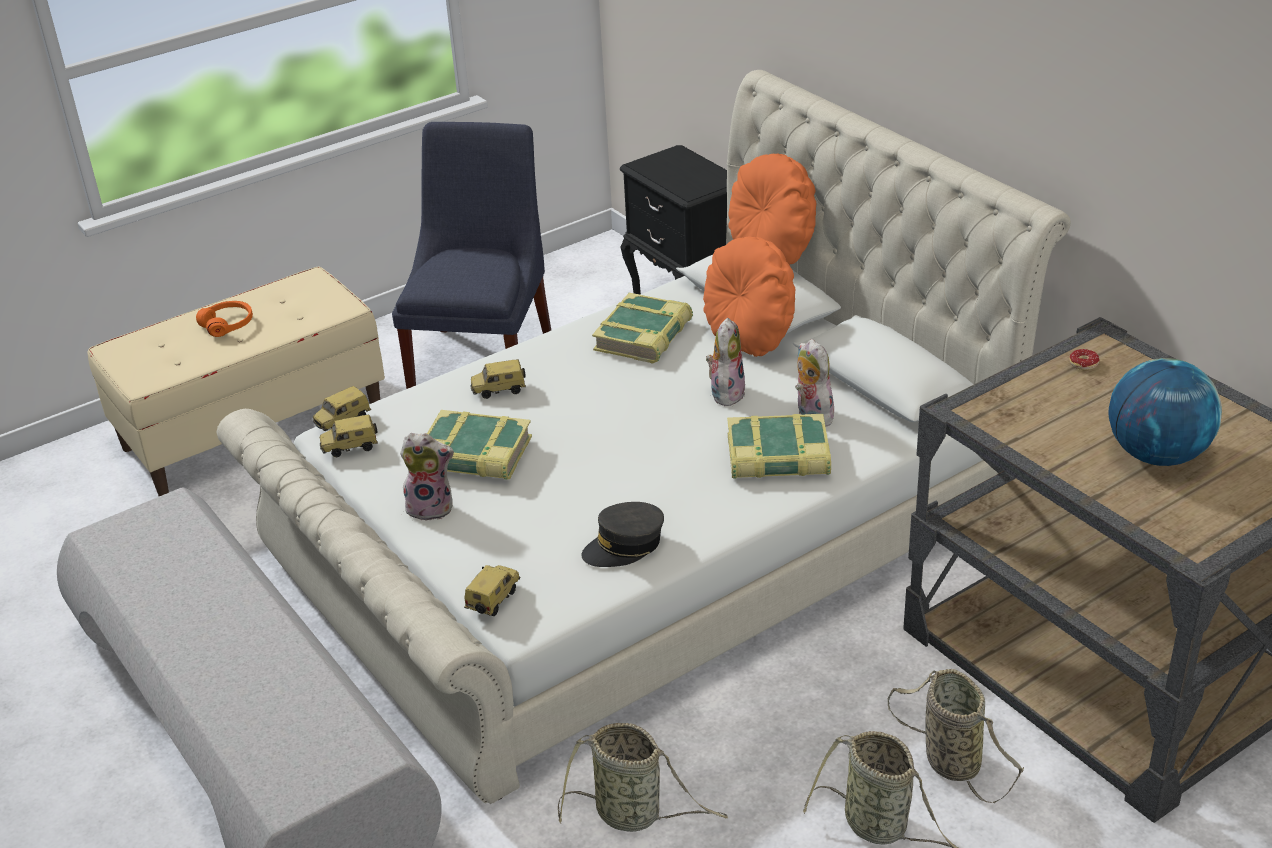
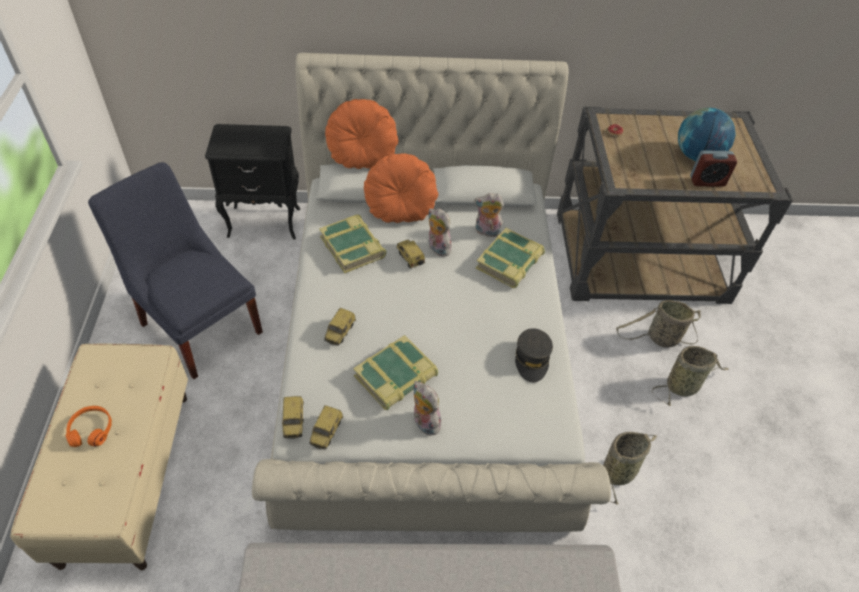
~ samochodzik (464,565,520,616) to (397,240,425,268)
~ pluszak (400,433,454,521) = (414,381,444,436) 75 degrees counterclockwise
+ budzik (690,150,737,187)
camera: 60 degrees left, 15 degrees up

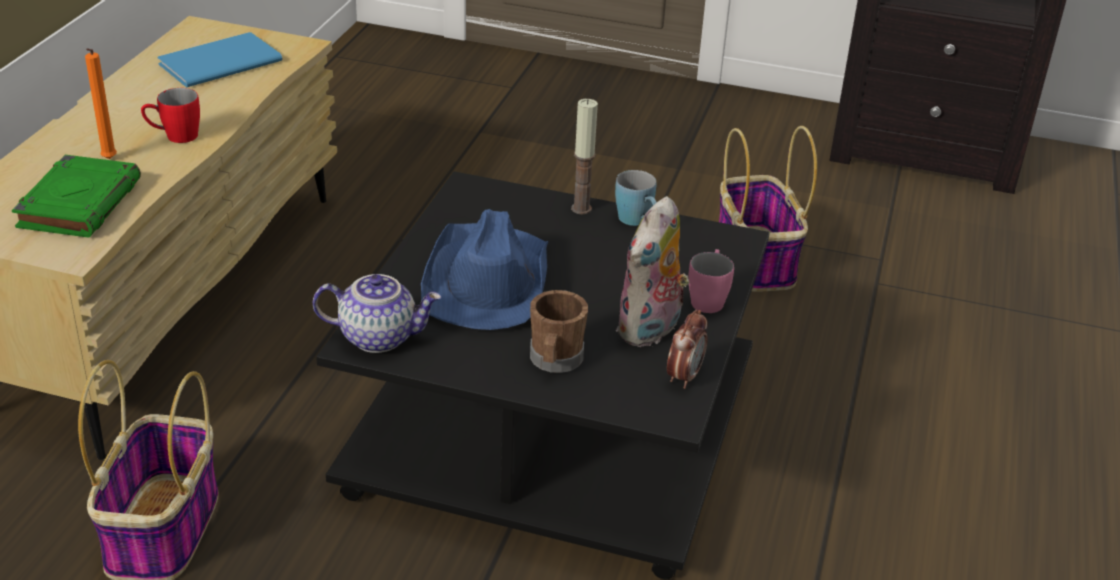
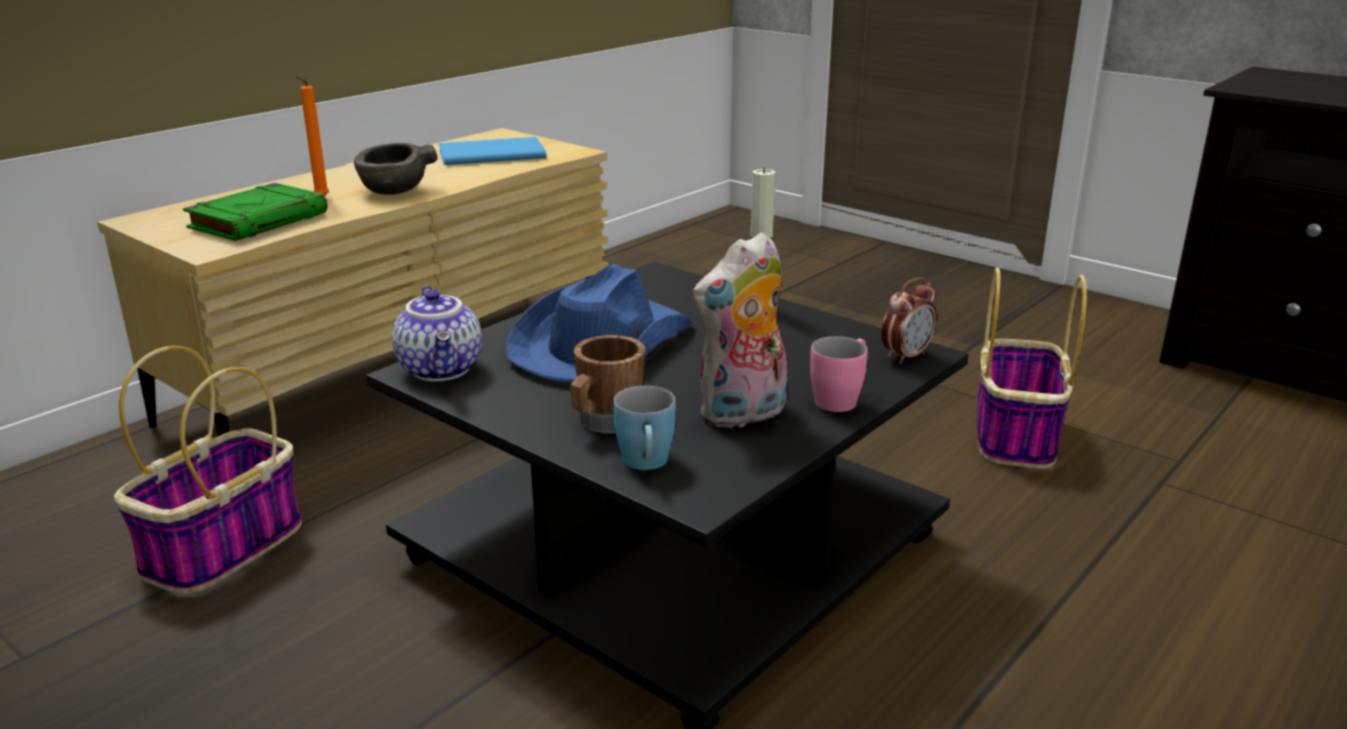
~ kubek [czerwony] (141,88,200,143) to miska [szary] (354,143,438,195)
~ imbryk (313,274,442,353) = (392,286,482,381) 45 degrees clockwise
~ kubek [niebieski] (615,170,657,226) to (613,386,676,470)
~ budzik (667,310,708,389) to (881,277,937,364)
camera: 25 degrees right, 10 degrees down

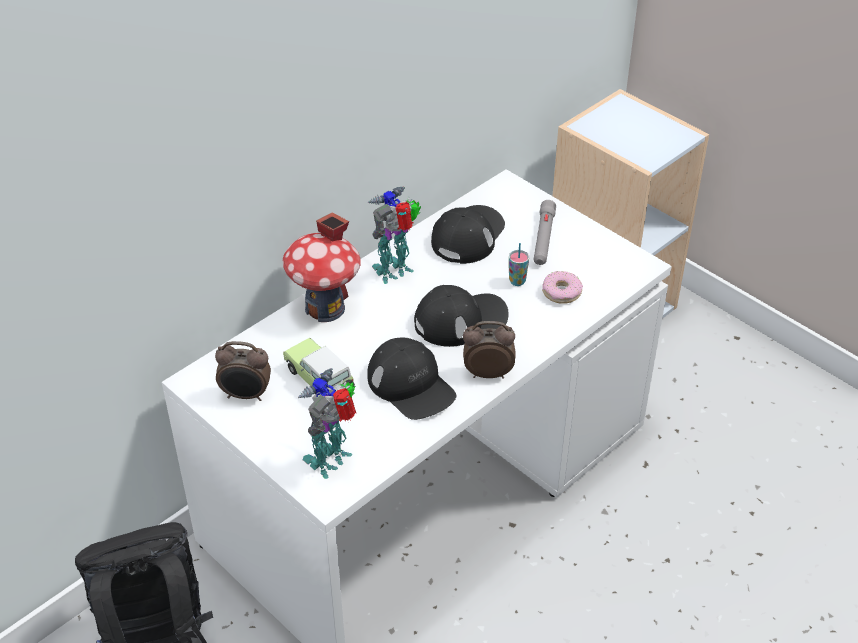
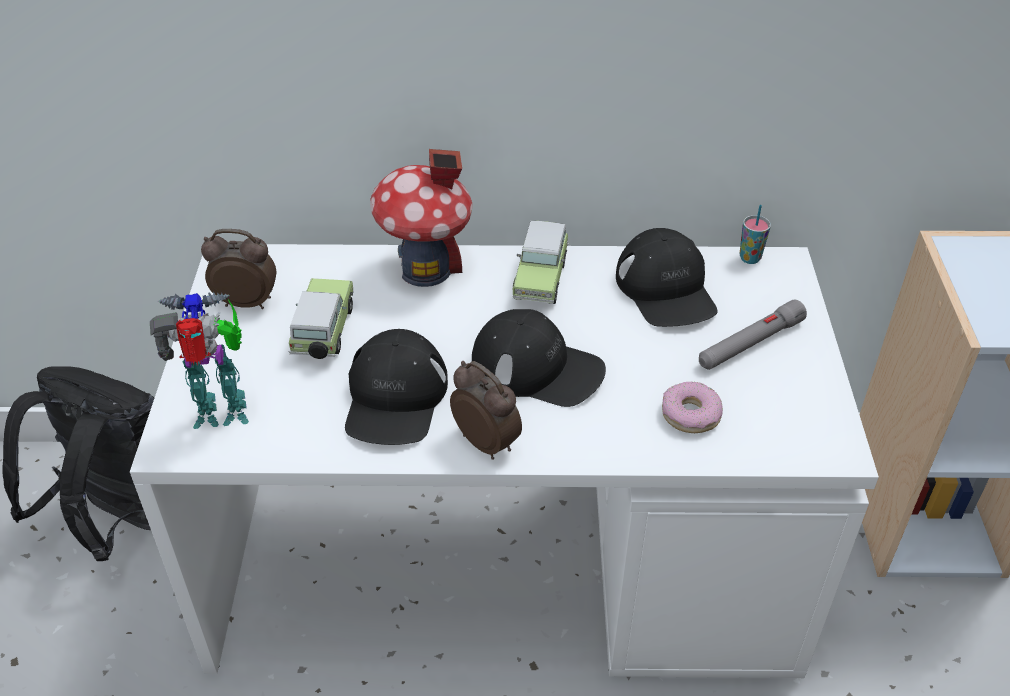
~ budzik (215,341,271,401) = (201,229,276,309) 135 degrees clockwise
~ robot zabawkowy (368,187,421,284) to samochodzik (513,220,569,304)
~ czapka z daszkiem [czarny] (431,205,505,264) = (616,228,718,327) 90 degrees clockwise
~ filiżanka (509,243,529,286) to (740,205,771,264)
camera: 45 degrees right, 0 degrees up

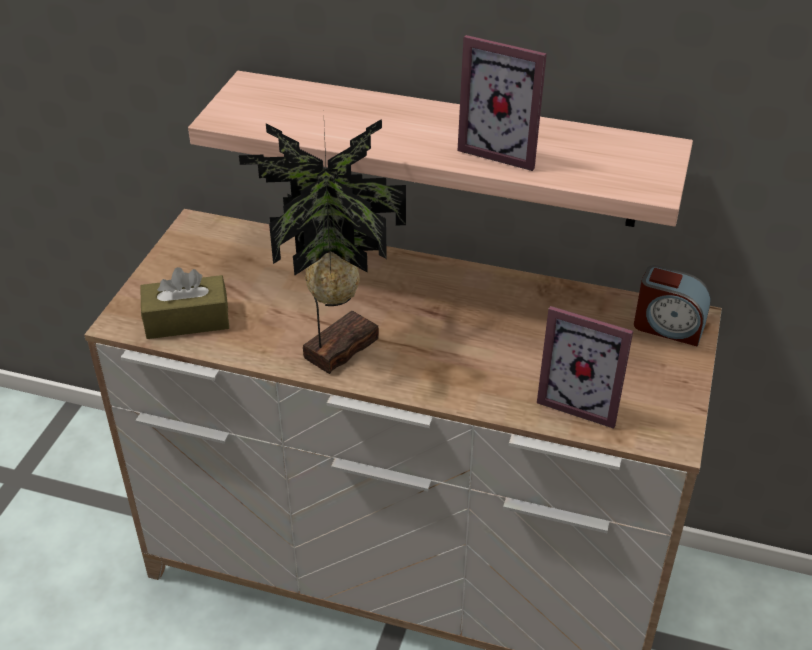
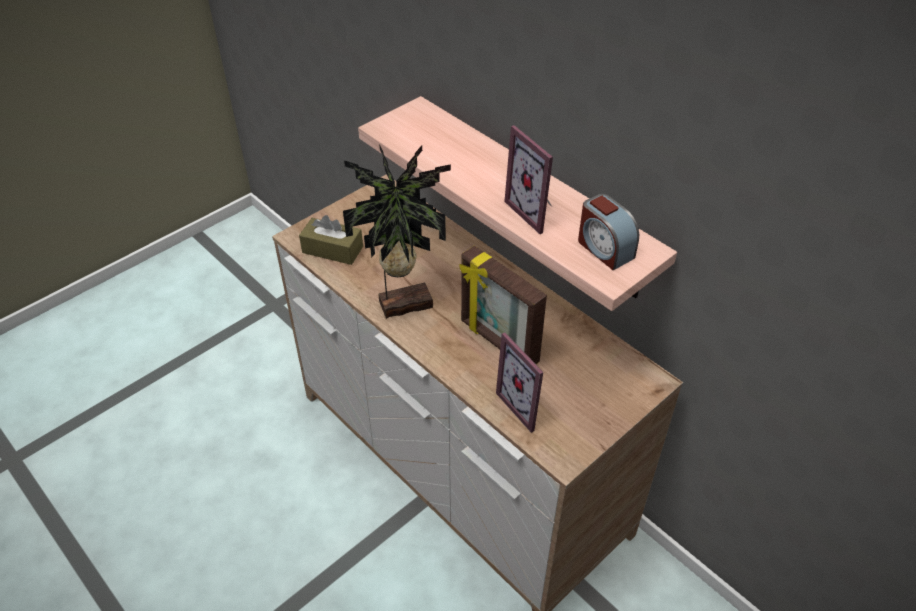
+ ramka na zdjęcie (459,246,547,364)
~ budzik (634,265,711,346) to (578,194,639,270)
camera: 30 degrees right, 5 degrees up

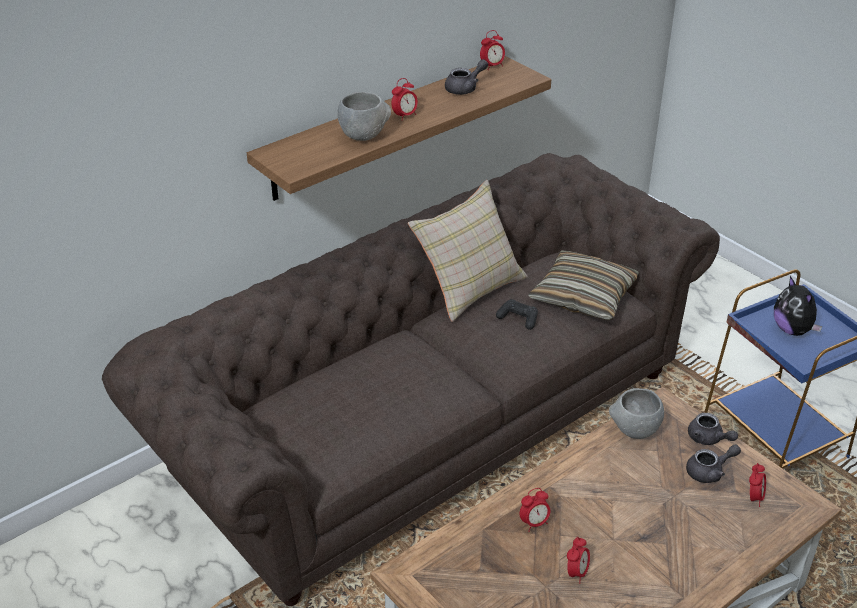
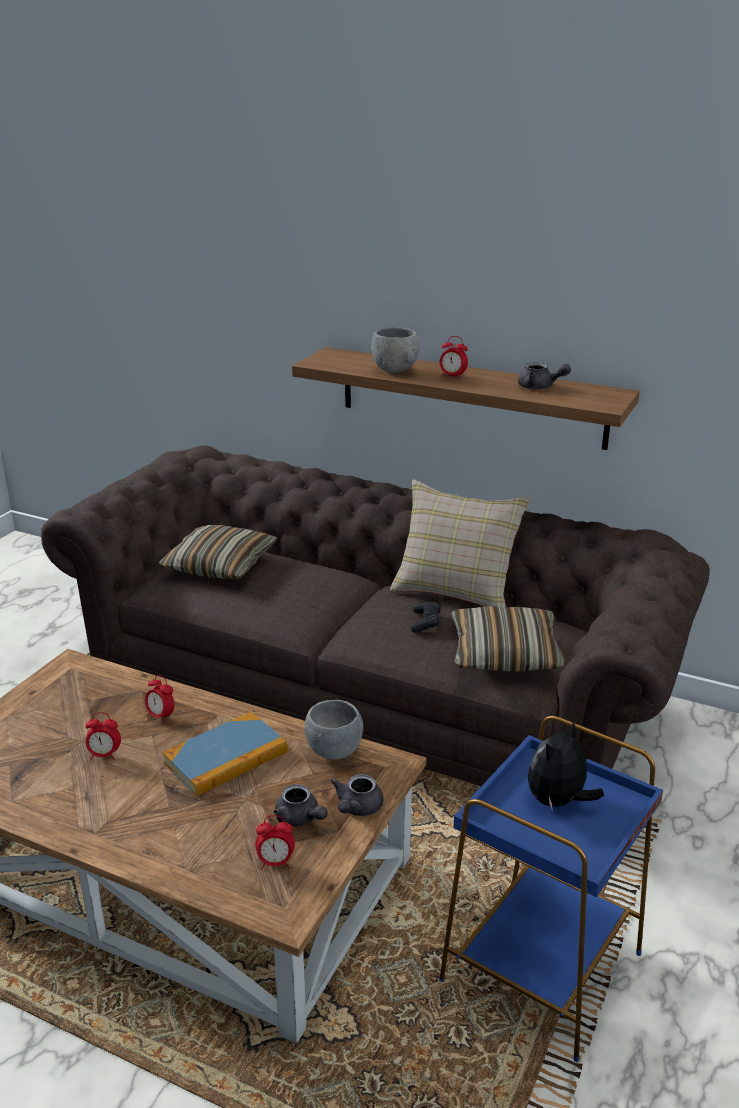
+ poduszka (159,525,278,579)
+ książka (162,712,288,797)
- budzik (480,30,505,70)
camera: 65 degrees right, 10 degrees down

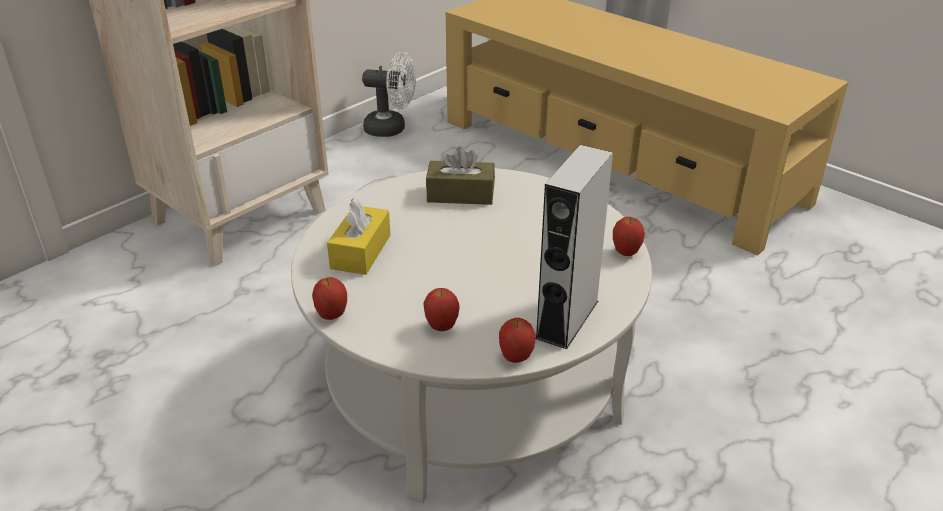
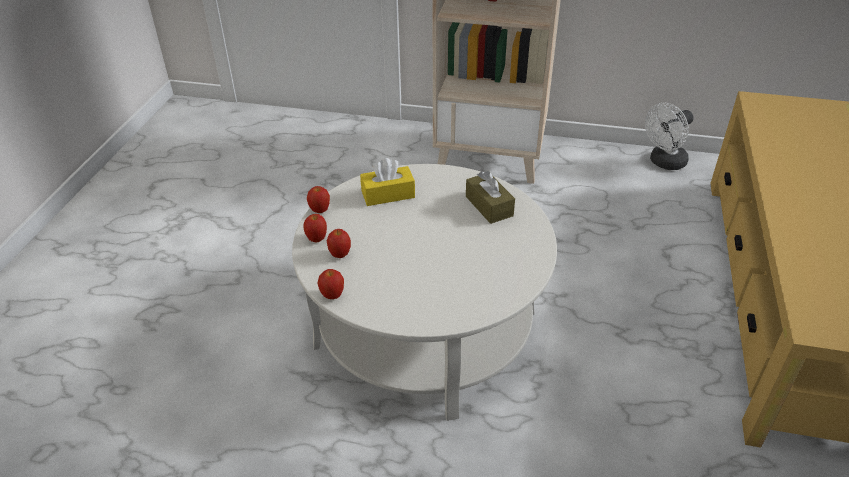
~ jabłko (613,217,645,256) to (303,214,327,242)
~ wentylator [biały] (362,52,416,137) = (645,102,693,170) 75 degrees clockwise
- głośnik [szary] (536,145,613,349)
camera: 60 degrees right, 5 degrees up

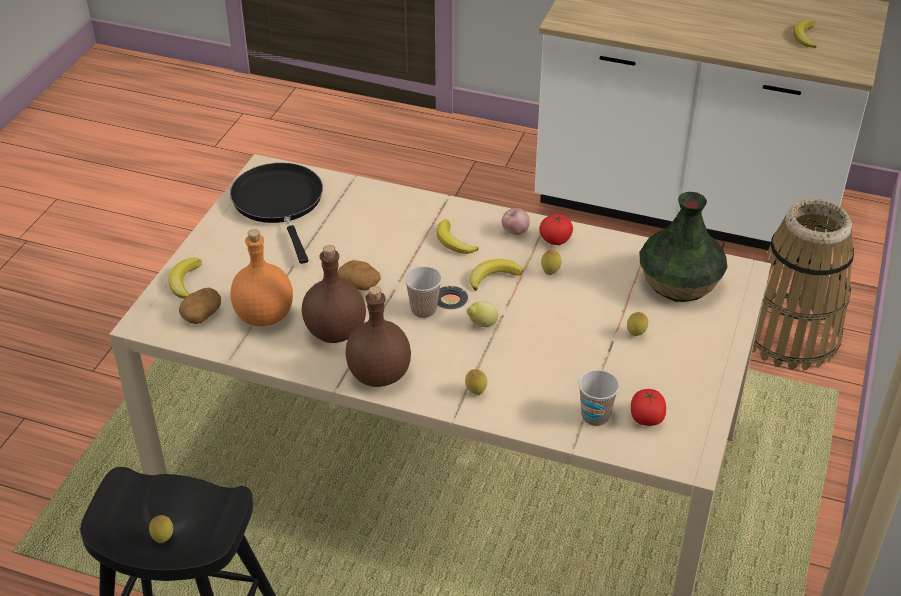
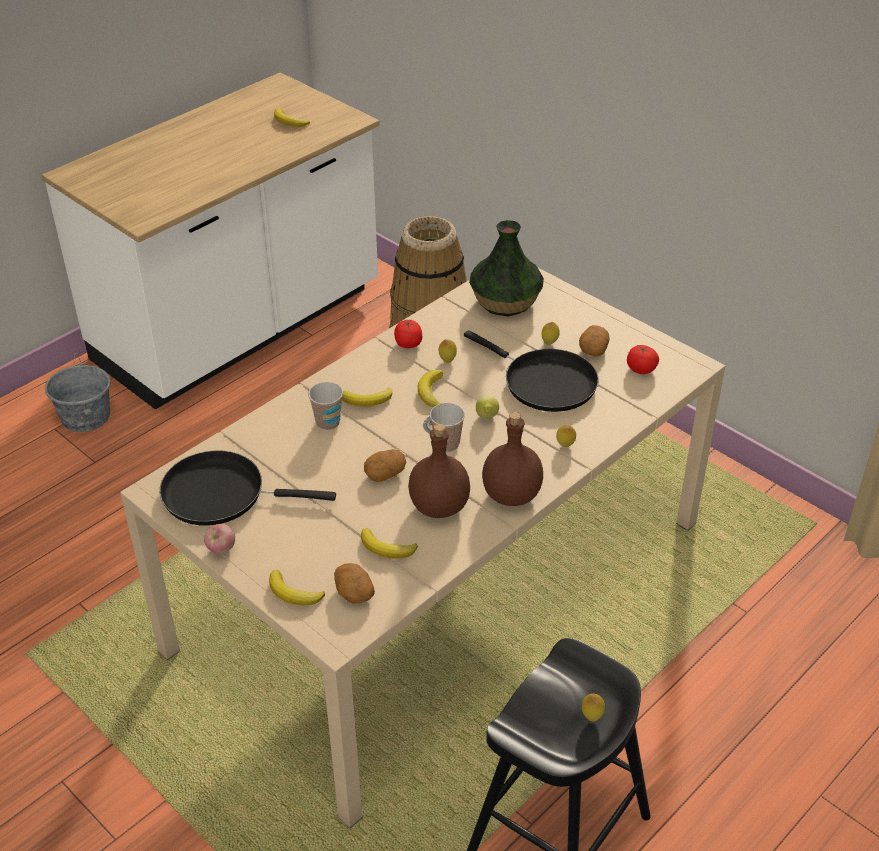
+ wiadro [szary] (45,353,111,432)
~ jabłko (502,208,530,235) to (204,524,235,554)
~ filiżanka (578,370,619,426) to (308,382,343,430)
~ butelka [pomarańczowy] (230,229,293,326) to banan (361,528,418,559)
+ patelnia [czarny] (464,330,599,412)
+ ziemniak (579,325,610,356)
camera: 65 degrees left, 0 degrees up

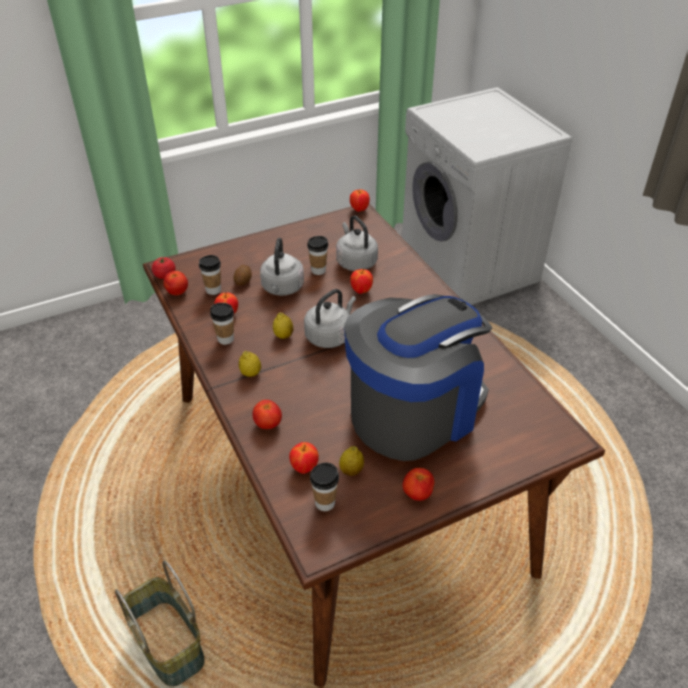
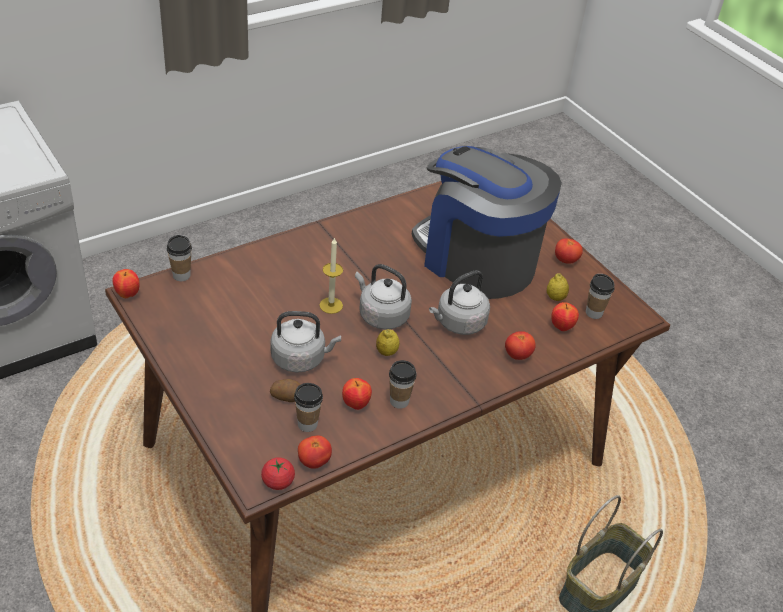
~ filiżanka (307,236,328,275) to (167,235,192,281)
+ świeca (319,237,343,314)
~ czajnik [szary] (336,215,378,271) to (429,270,490,335)
- cytryna (239,351,261,377)
- jabłko (350,269,373,294)
camera: 100 degrees left, 0 degrees up

